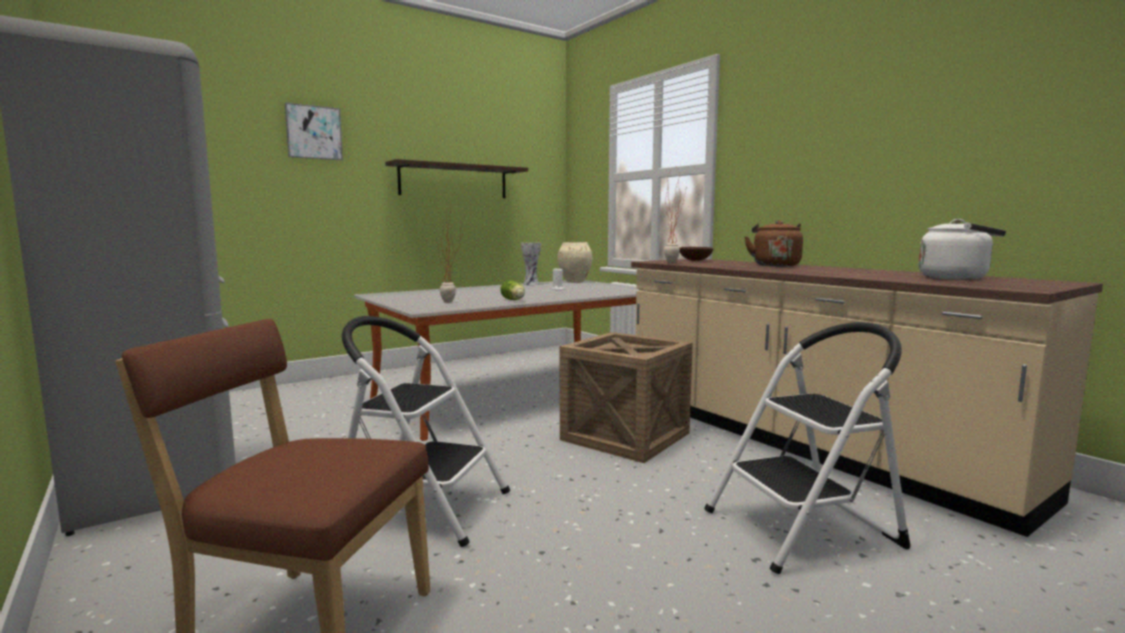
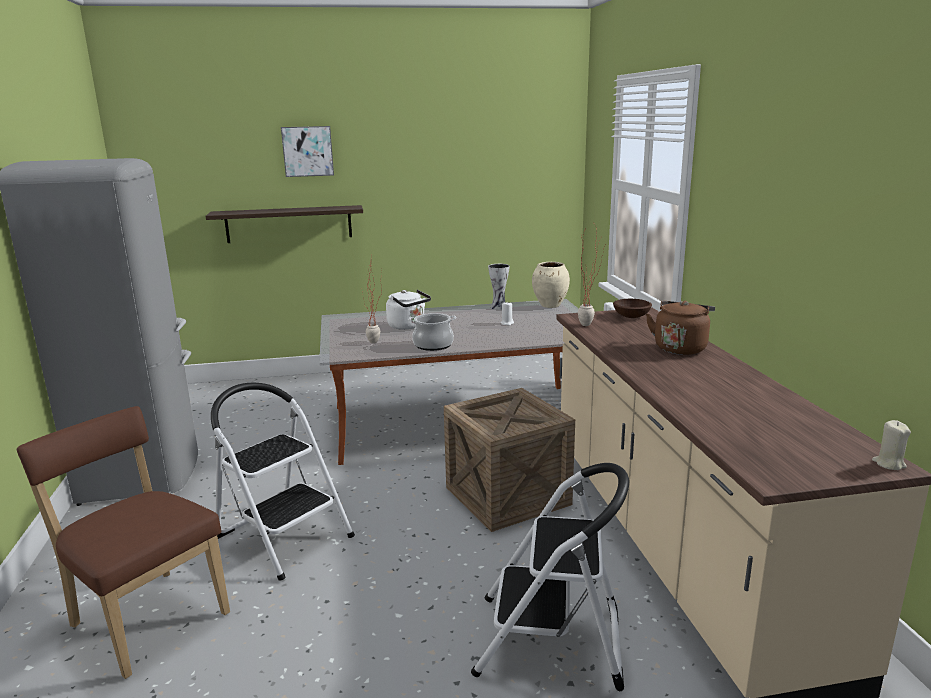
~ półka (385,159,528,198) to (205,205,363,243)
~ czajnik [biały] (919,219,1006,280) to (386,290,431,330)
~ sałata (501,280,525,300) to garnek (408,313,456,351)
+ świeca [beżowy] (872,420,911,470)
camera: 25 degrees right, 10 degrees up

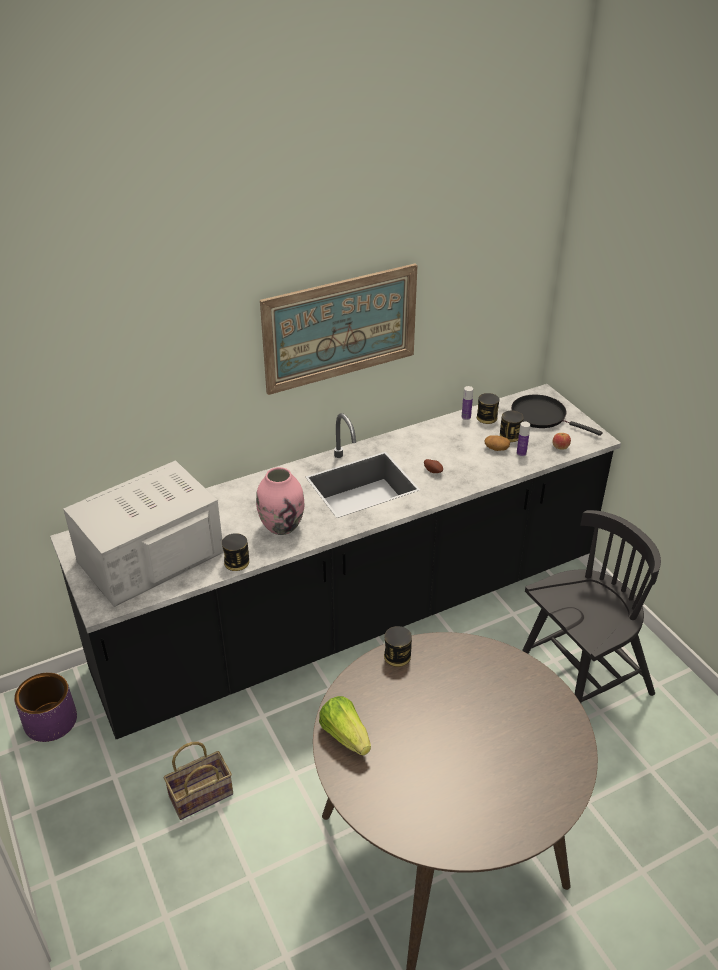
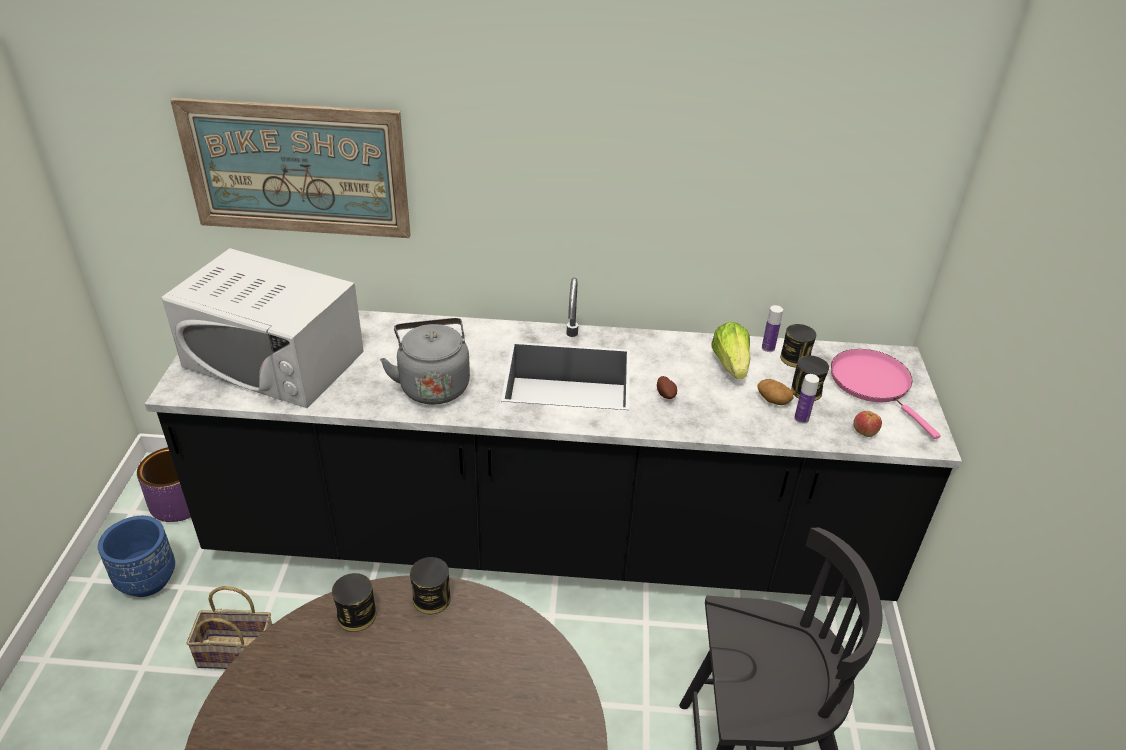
+ donica [niebieski] (98,516,175,597)
~ mikrofalówka [biały] (63,460,224,607) = (162,248,364,408) 150 degrees counterclockwise
~ obraz (260,264,417,395) to (170,98,411,238)
~ puszka (222,533,249,571) to (332,573,376,632)
~ wazon [różowy] (256,467,304,535) to czajnik [szary] (380,318,470,405)
~ sałata (319,696,371,756) to (711,322,751,379)
~ patelnia [czarny] (511,395,603,436) to patelnia [różowy] (831,349,941,439)
camera: 30 degrees right, 0 degrees up

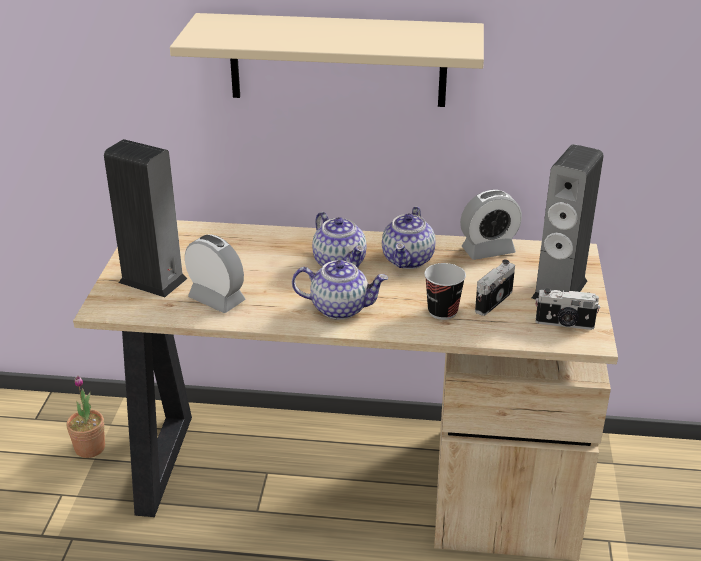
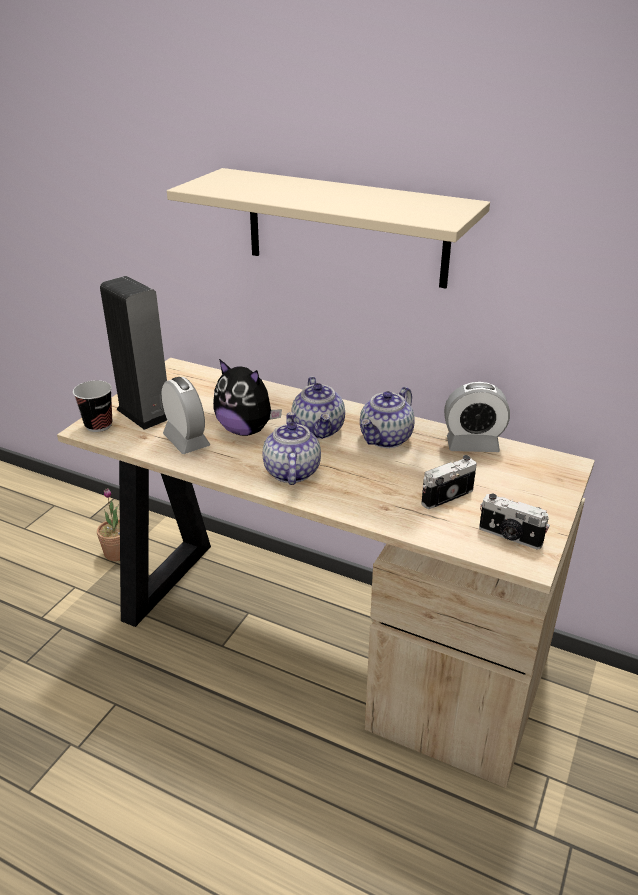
~ filiżanka (424,263,466,320) to (73,380,112,432)
+ pluszak (213,359,282,436)
~ imbryk (292,260,388,320) = (263,412,321,485) 120 degrees counterclockwise
- głośnik (532,144,604,300)
camera: 20 degrees right, 0 degrees up

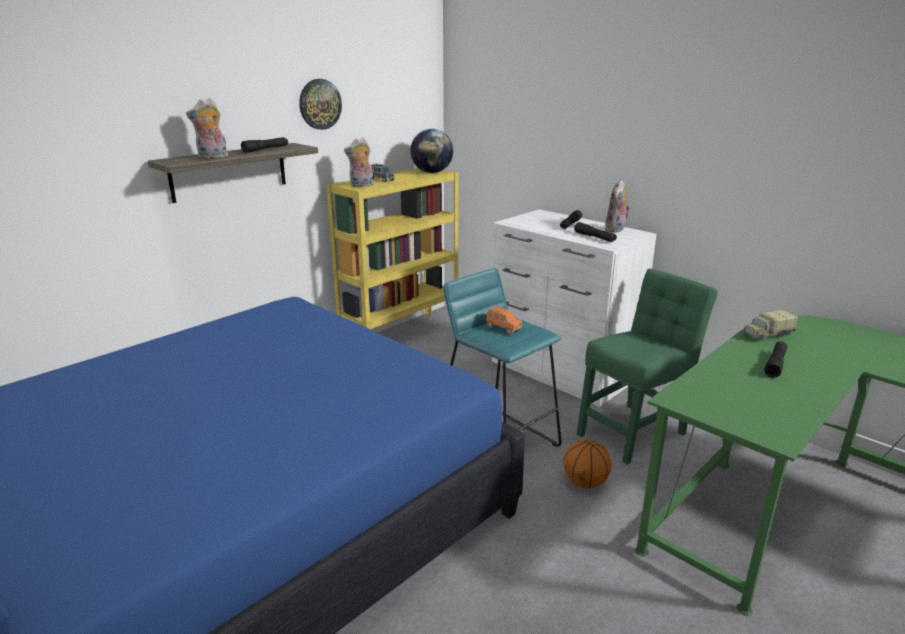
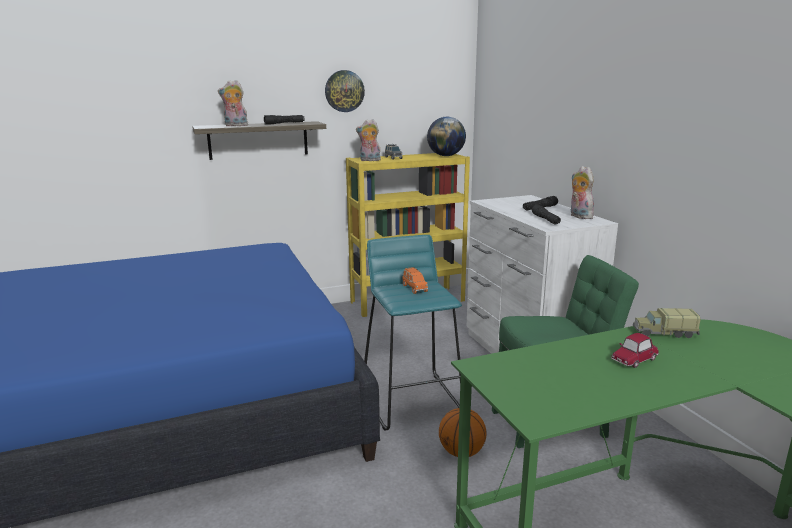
~ pluszak (605,180,630,233) = (571,166,594,219) 105 degrees clockwise
~ latarka [czarny] (764,341,788,378) to samochodzik (611,333,659,368)
camera: 25 degrees right, 5 degrees down

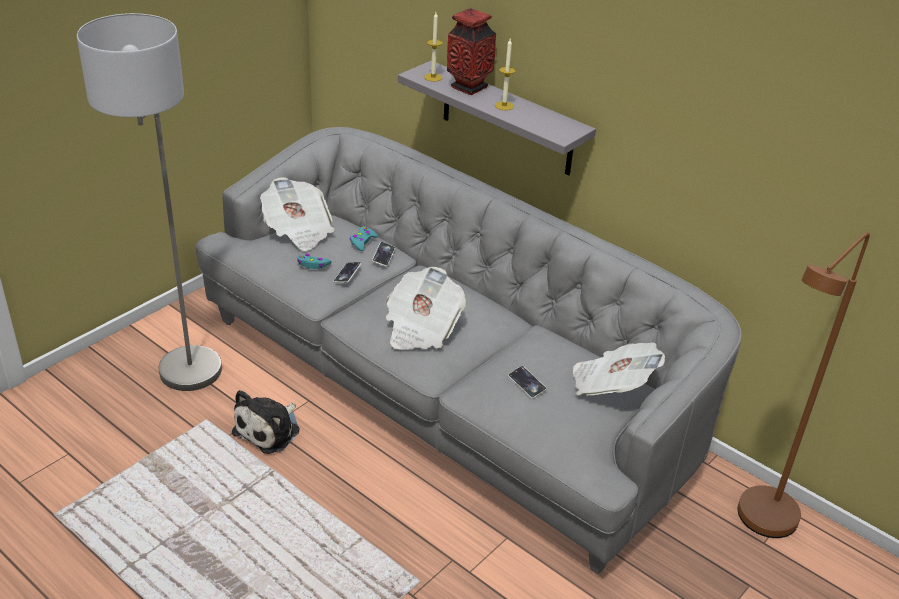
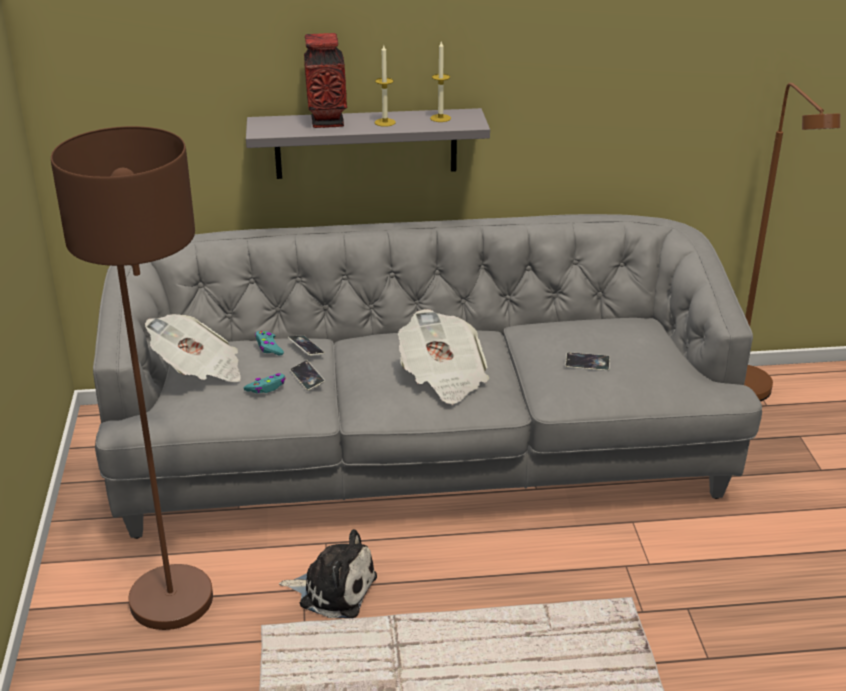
~ lampa stojąca [szary] (77,13,222,391) to lampa stojąca [brązowy] (51,126,213,630)
~ pluszak (232,390,300,454) = (279,529,377,618) 60 degrees counterclockwise
~ świeca (424,13,443,82) to (430,42,451,122)
- gazeta (573,343,665,395)
camera: 45 degrees left, 5 degrees down

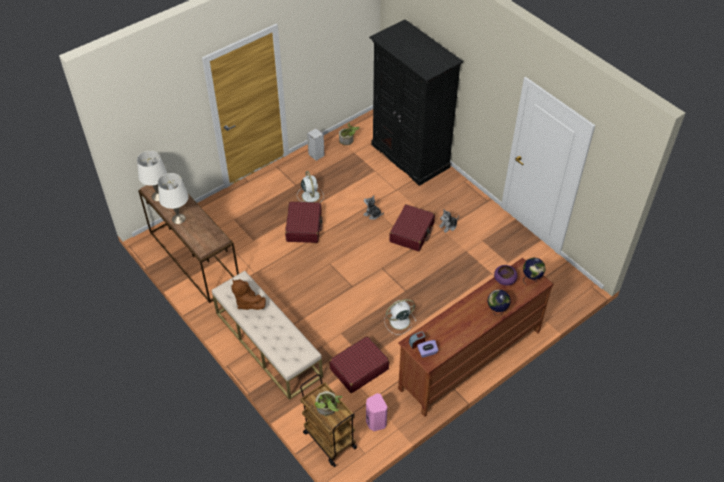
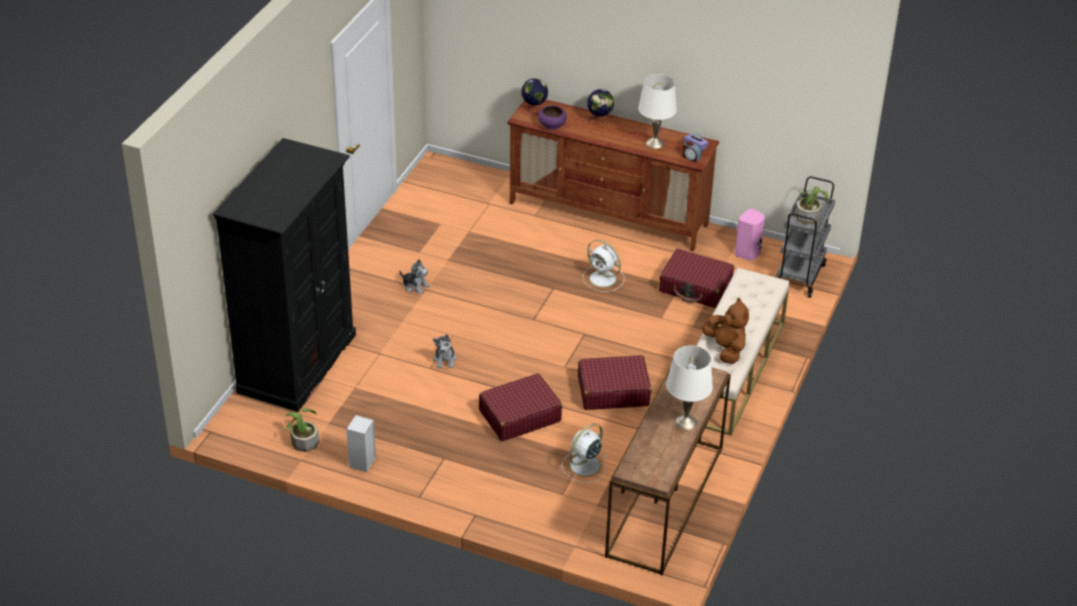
~ wentylator [biały] (297,171,324,202) to (562,423,607,483)
~ walizka [czerwony] (389,204,435,251) to (578,355,651,410)
~ lampa stołowa [biały] (137,151,167,201) to (638,74,677,149)
~ pluszak [brązowy] (231,279,266,310) = (702,298,749,364) 45 degrees counterclockwise
~ wózek [brązowy] (300,374,357,467) to wózek [szary] (777,177,835,298)
camera: 120 degrees left, 10 degrees down

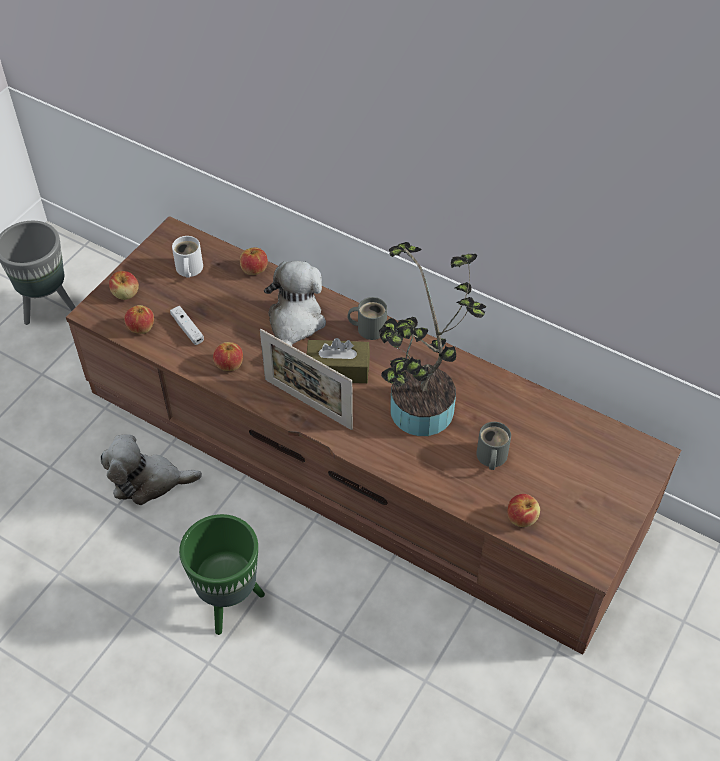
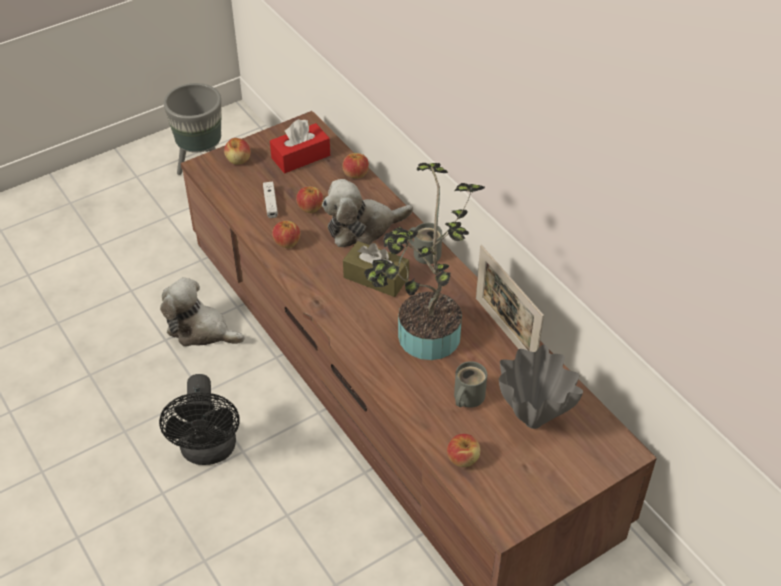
~ donica [zielony] (179,514,265,635) to wentylator [czarny] (159,374,240,465)
~ kubek [biały] (172,236,203,278) to pudełko chusteczek [czerwony] (270,119,330,173)
~ jabłko (124,305,154,334) to (296,187,324,213)
~ pluszak (264,261,326,346) = (322,179,413,247) 150 degrees counterclockwise
~ ramka na zdjęcie (260,329,353,430) to (476,245,544,352)
+ wazon [szary] (499,344,583,429)
camera: 25 degrees right, 5 degrees down

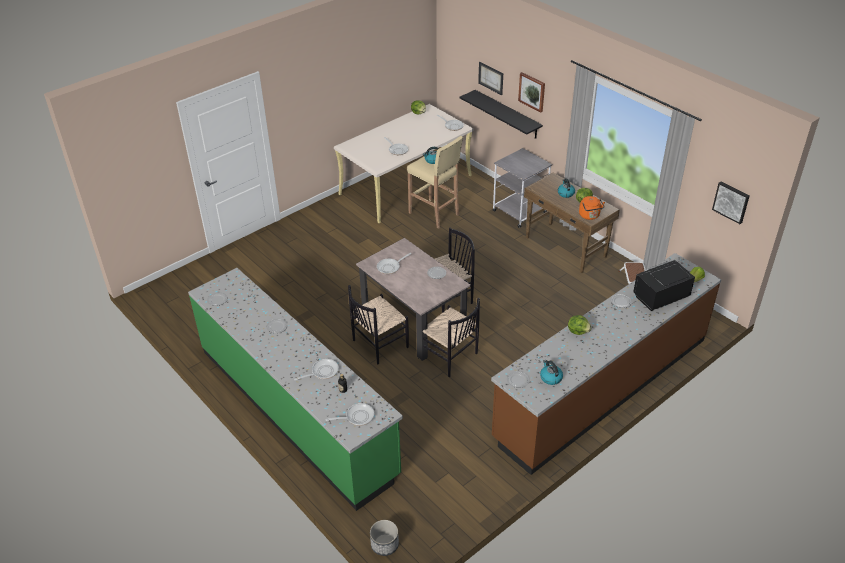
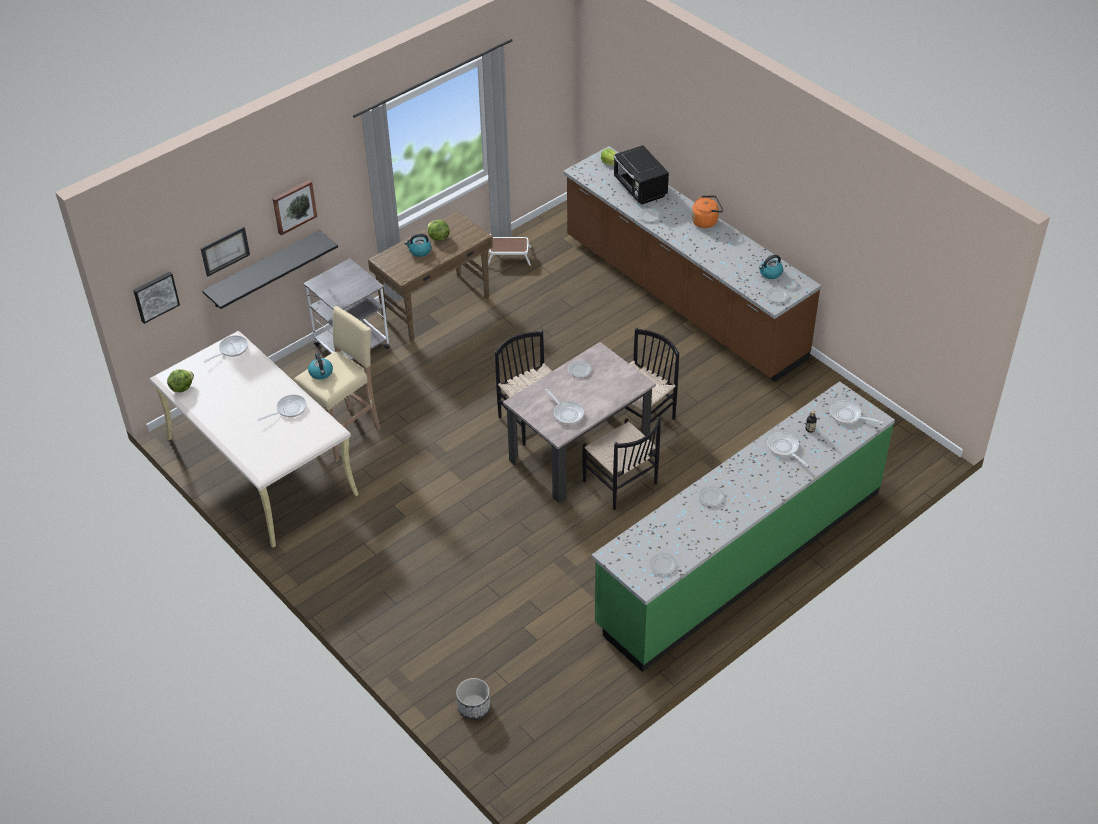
~ obraz (712,182,749,224) to (133,271,180,324)
~ donica (370,520,399,556) to (456,678,491,720)
~ czajnik [pomarańczowy] (579,196,605,220) to (692,195,723,228)
~ patelnia (325,403,374,426) = (830,400,883,424) 45 degrees counterclockwise
- sałata (568,315,592,335)
camera: 90 degrees left, 5 degrees up

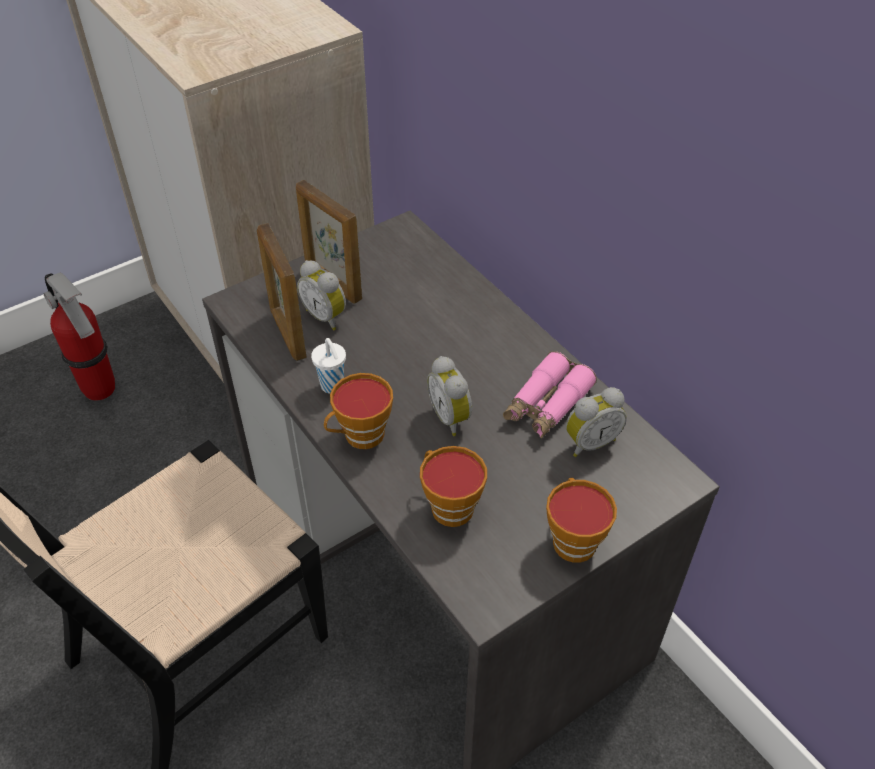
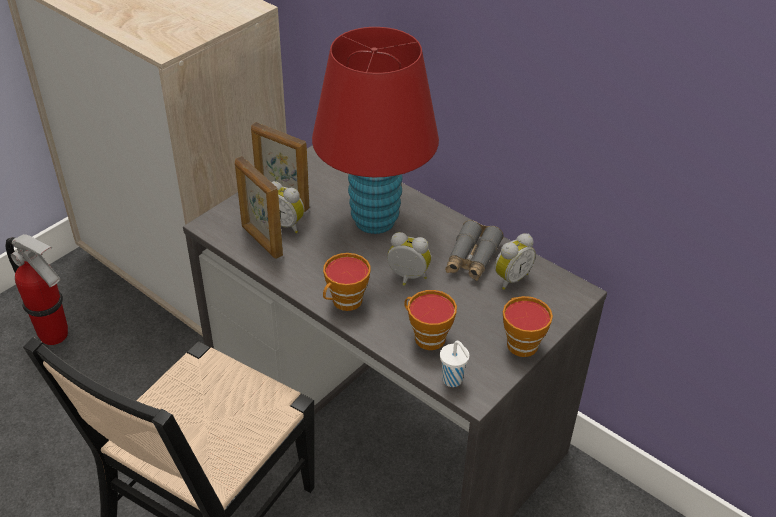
+ lampa stołowa [czerwony] (312,27,439,234)
~ budzik (427,356,472,436) = (387,232,431,286) 150 degrees clockwise
~ filiżanka [biały] (311,338,346,394) to (440,341,469,387)
~ lornetka [różowy] (503,351,597,438) to lornetka [szary] (445,220,504,281)
camera: 15 degrees left, 5 degrees down

